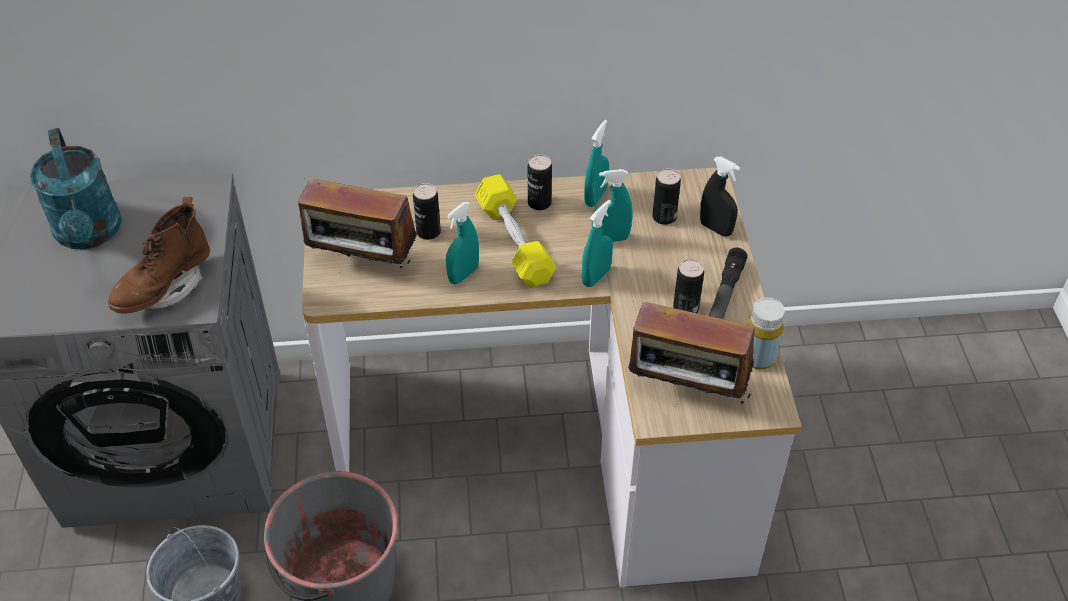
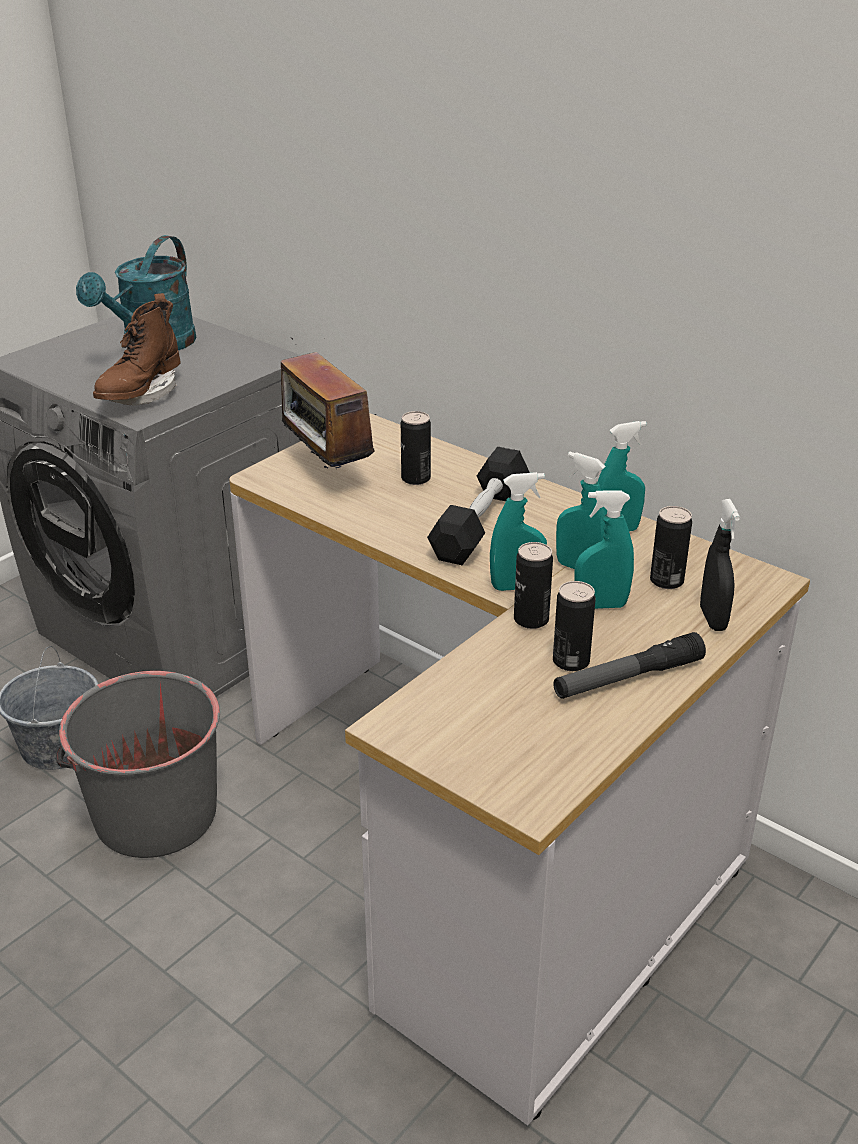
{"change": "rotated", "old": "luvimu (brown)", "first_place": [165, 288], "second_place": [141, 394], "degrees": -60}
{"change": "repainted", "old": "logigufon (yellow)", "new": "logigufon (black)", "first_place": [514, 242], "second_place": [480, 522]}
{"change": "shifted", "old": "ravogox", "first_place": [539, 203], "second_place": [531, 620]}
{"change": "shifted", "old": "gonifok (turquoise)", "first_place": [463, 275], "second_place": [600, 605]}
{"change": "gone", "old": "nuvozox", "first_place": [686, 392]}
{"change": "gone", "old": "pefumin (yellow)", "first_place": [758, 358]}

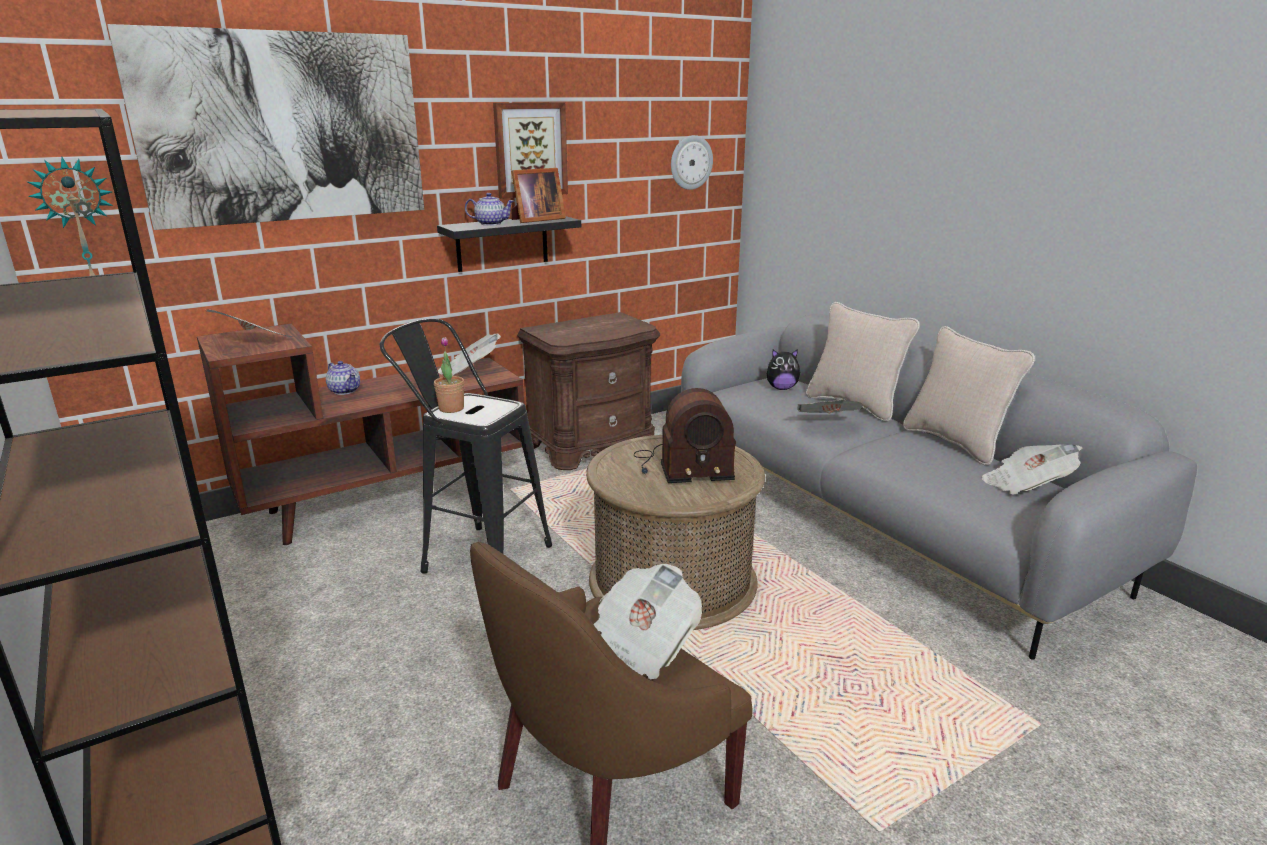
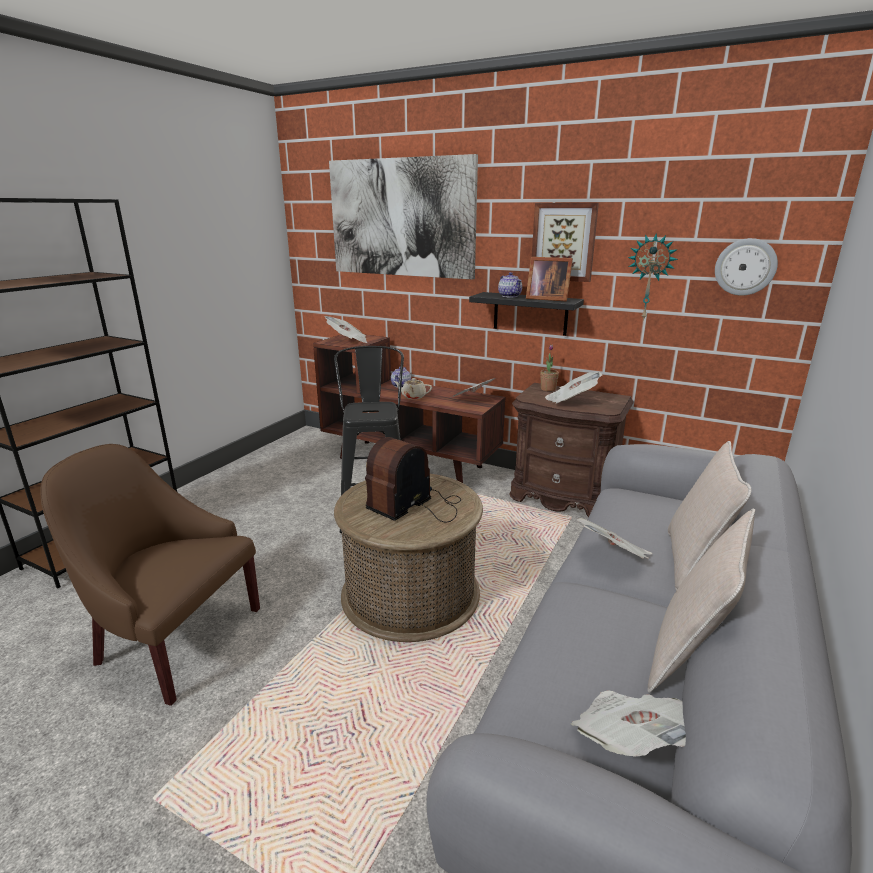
{"change": "rotated", "old": "nuvozox", "first_place": [682, 466], "second_place": [416, 505], "degrees": 75}
{"change": "new", "new": "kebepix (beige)", "second_place": [413, 396]}
{"change": "shifted", "old": "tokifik", "first_place": [451, 408], "second_place": [548, 389]}
{"change": "shifted", "old": "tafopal", "first_place": [640, 647], "second_place": [571, 401]}
{"change": "shifted", "old": "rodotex", "first_place": [78, 222], "second_place": [650, 277]}
{"change": "gone", "old": "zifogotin", "first_place": [781, 388]}

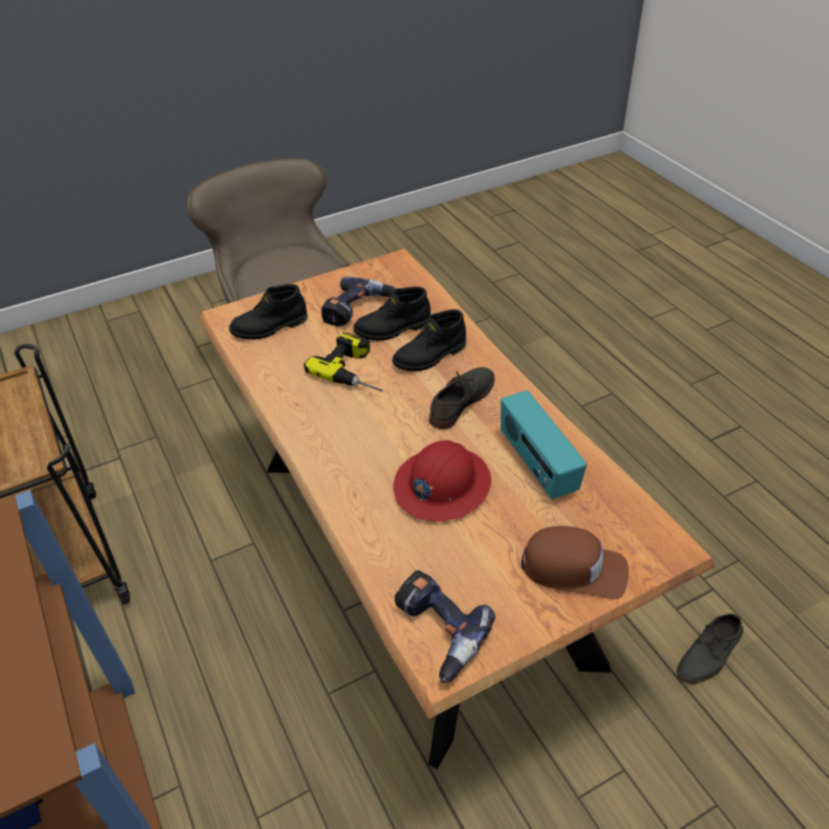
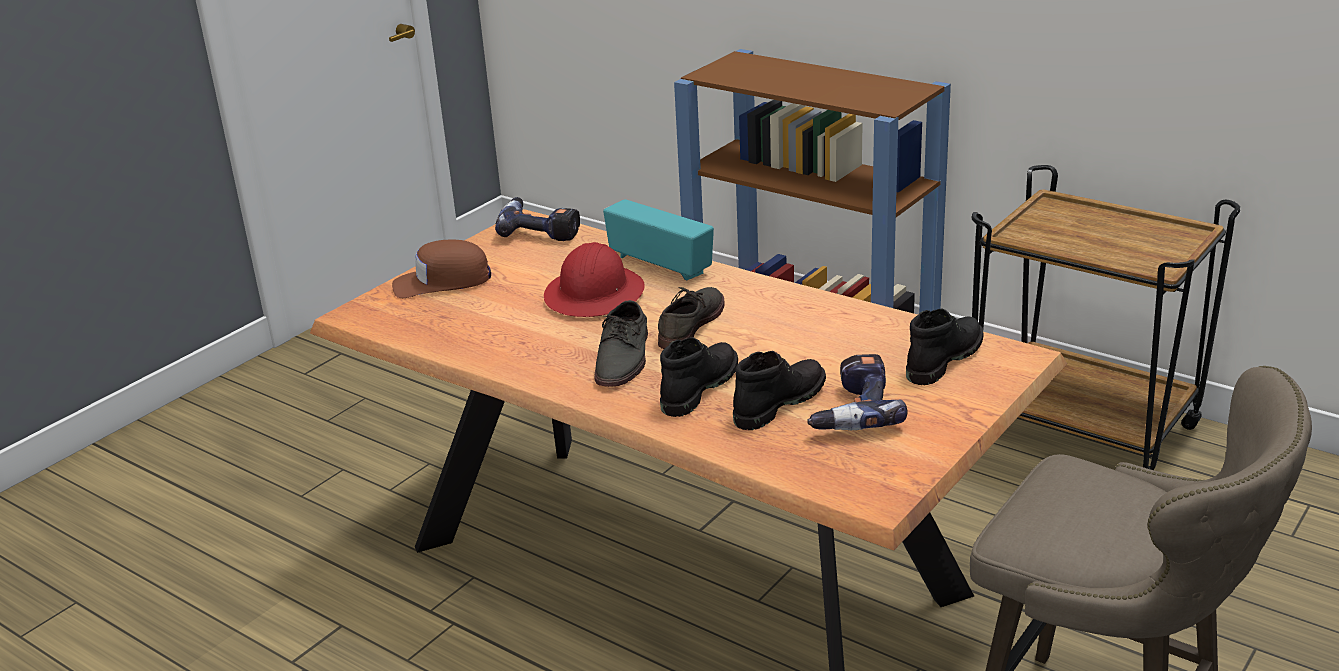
{"change": "shifted", "old": "nuvozox", "first_place": [536, 465], "second_place": [661, 264]}
{"change": "shifted", "old": "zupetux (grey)", "first_place": [710, 654], "second_place": [690, 324]}
{"change": "gone", "old": "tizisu", "first_place": [356, 370]}

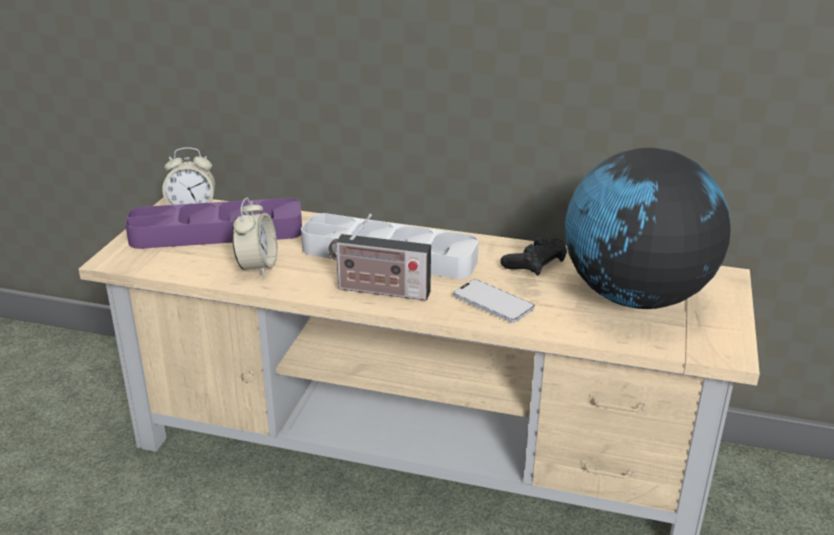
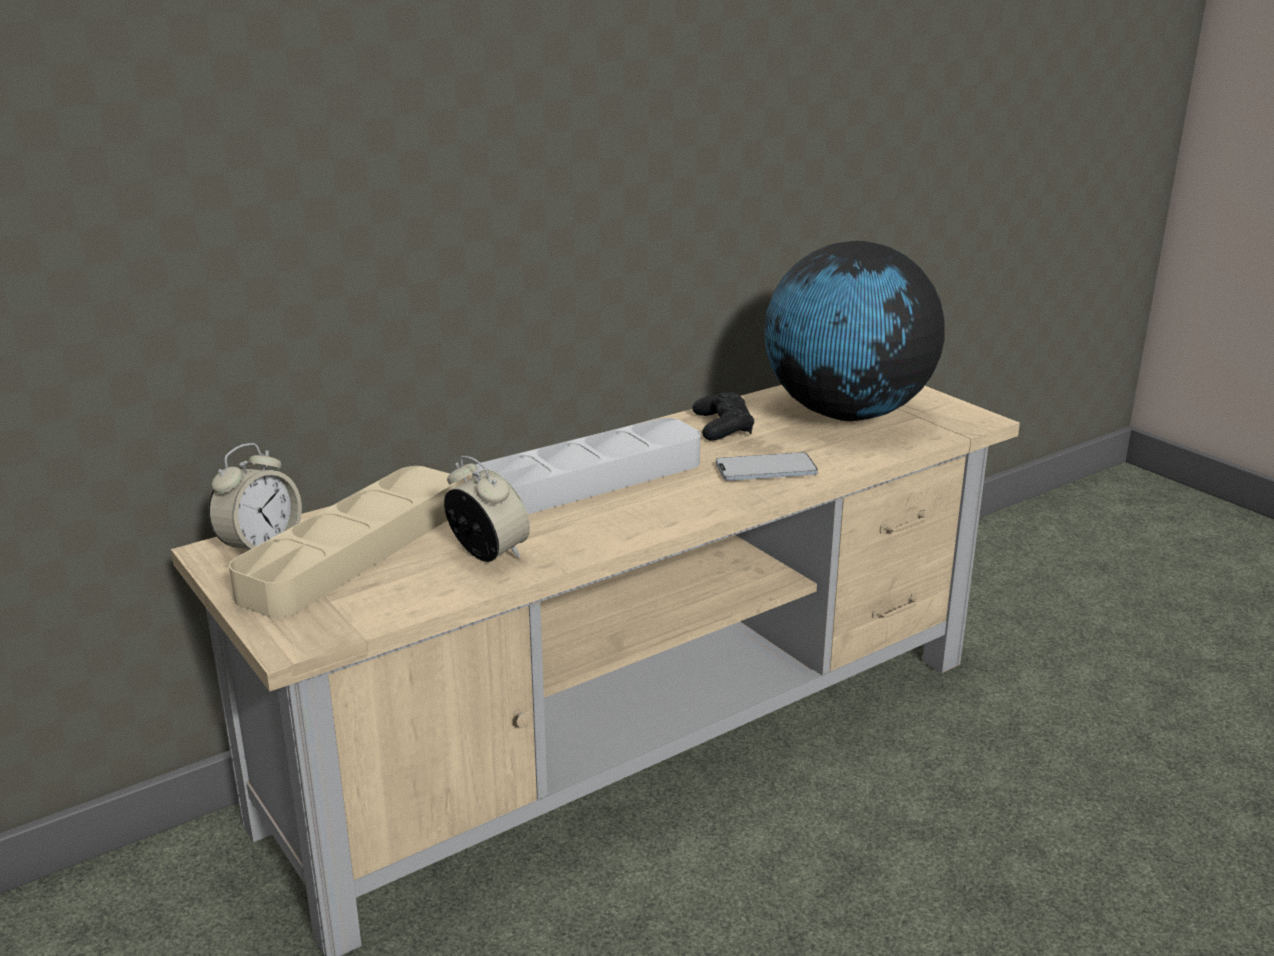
{"change": "repainted", "old": "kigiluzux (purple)", "new": "kigiluzux (beige)", "first_place": [217, 232], "second_place": [354, 551]}
{"change": "gone", "old": "nuvozox", "first_place": [378, 291]}

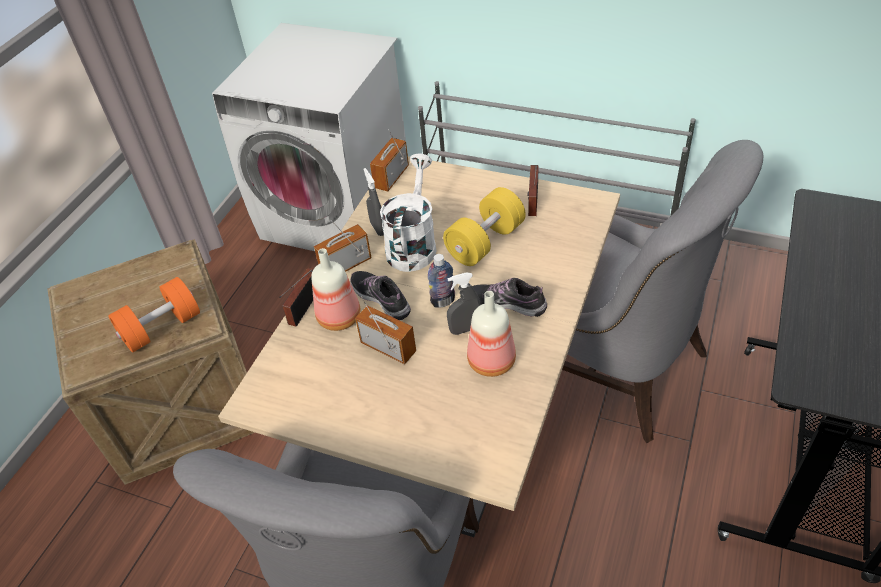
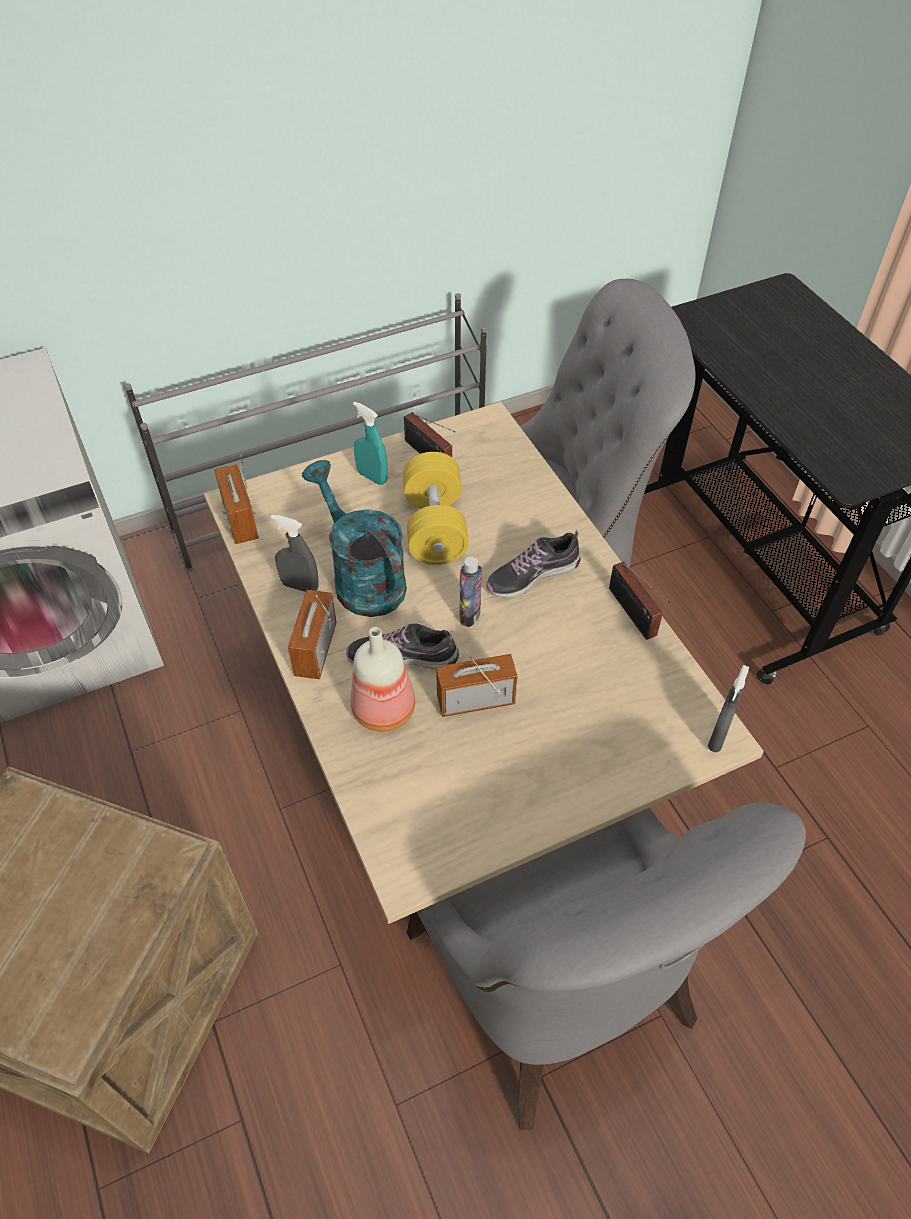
{"change": "repainted", "old": "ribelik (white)", "new": "ribelik (turquoise)", "first_place": [413, 244], "second_place": [362, 578]}
{"change": "new", "new": "gonifok (turquoise)", "second_place": [372, 477]}
{"change": "shifted", "old": "nuvozox", "first_place": [302, 308], "second_place": [633, 615]}
{"change": "shifted", "old": "gonifok (grey)", "first_place": [465, 329], "second_place": [718, 737]}
{"change": "gone", "old": "logigufon (orange)", "first_place": [162, 328]}
{"change": "gone", "old": "pefumin", "first_place": [492, 363]}

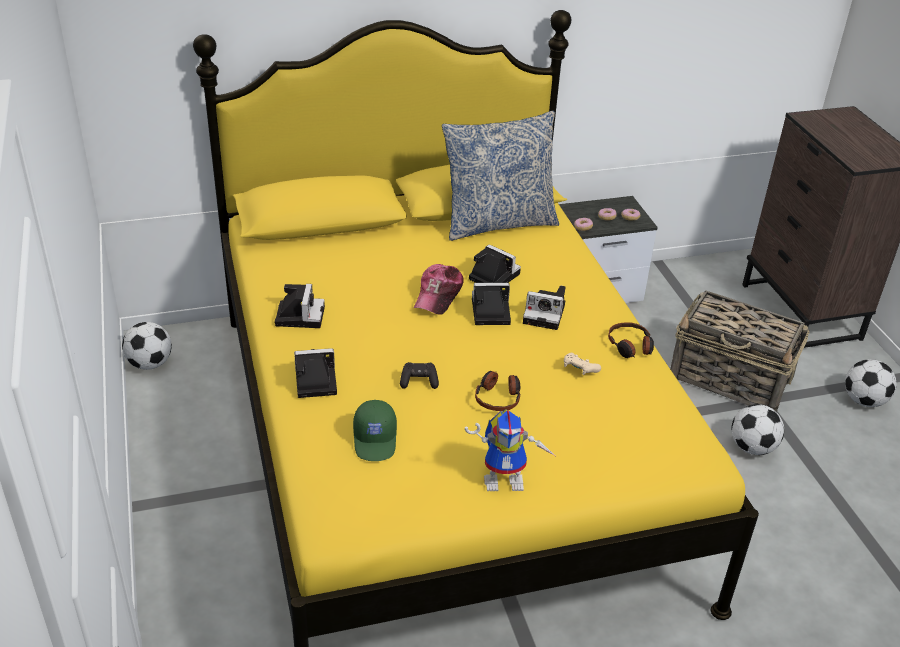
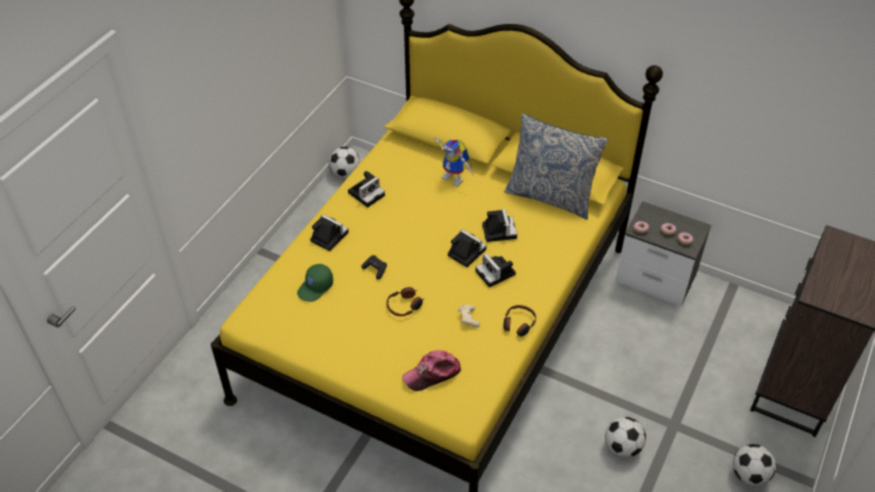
{"change": "shifted", "old": "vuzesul", "first_place": [438, 295], "second_place": [432, 374]}
{"change": "shifted", "old": "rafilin", "first_place": [506, 479], "second_place": [456, 178]}
{"change": "gone", "old": "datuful", "first_place": [731, 380]}

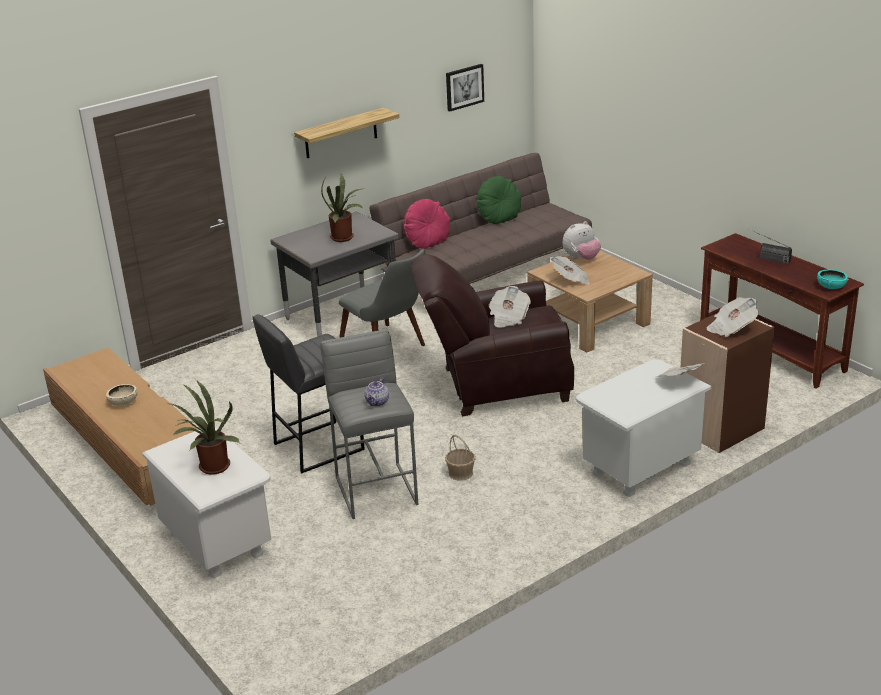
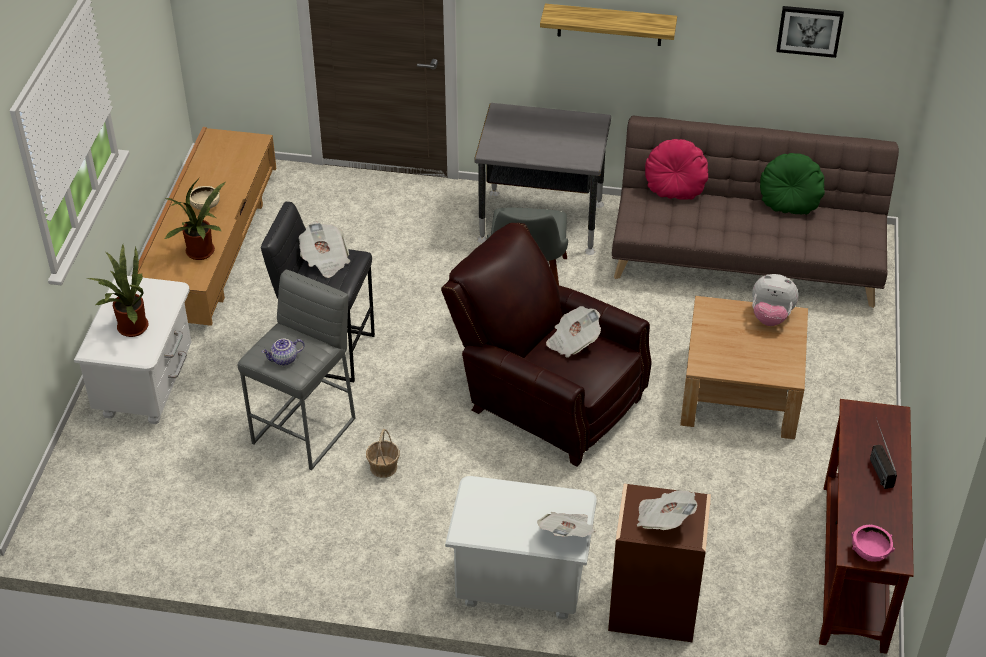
{"change": "shifted", "old": "tokifik", "first_place": [344, 238], "second_place": [202, 253]}
{"change": "shifted", "old": "tafopal", "first_place": [570, 280], "second_place": [325, 260]}
{"change": "repainted", "old": "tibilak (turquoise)", "new": "tibilak (pink)", "first_place": [831, 287], "second_place": [870, 551]}

